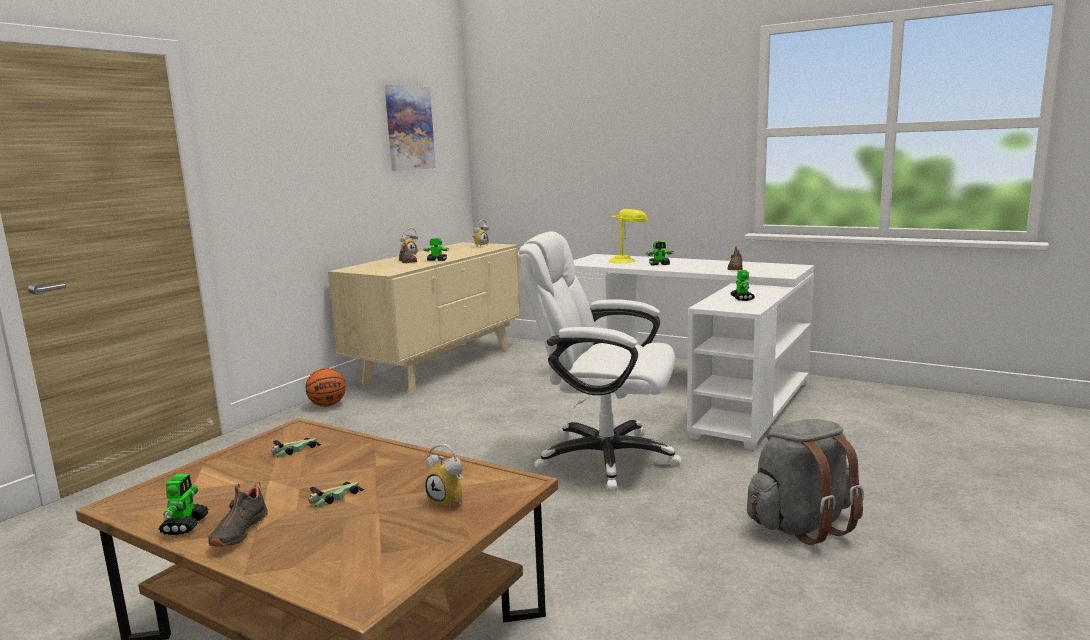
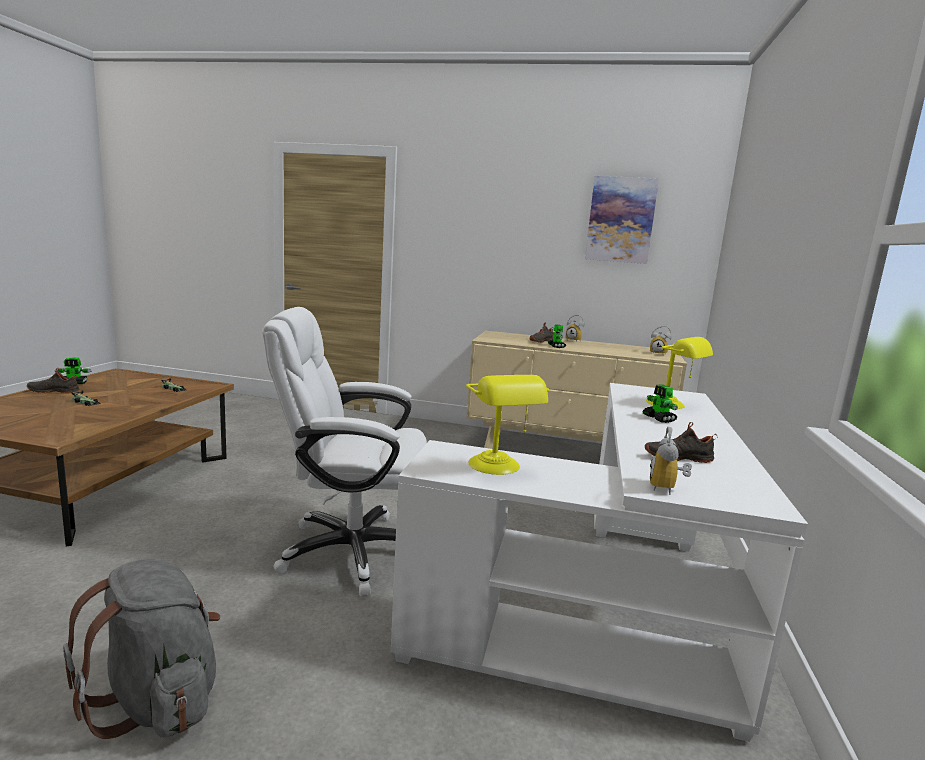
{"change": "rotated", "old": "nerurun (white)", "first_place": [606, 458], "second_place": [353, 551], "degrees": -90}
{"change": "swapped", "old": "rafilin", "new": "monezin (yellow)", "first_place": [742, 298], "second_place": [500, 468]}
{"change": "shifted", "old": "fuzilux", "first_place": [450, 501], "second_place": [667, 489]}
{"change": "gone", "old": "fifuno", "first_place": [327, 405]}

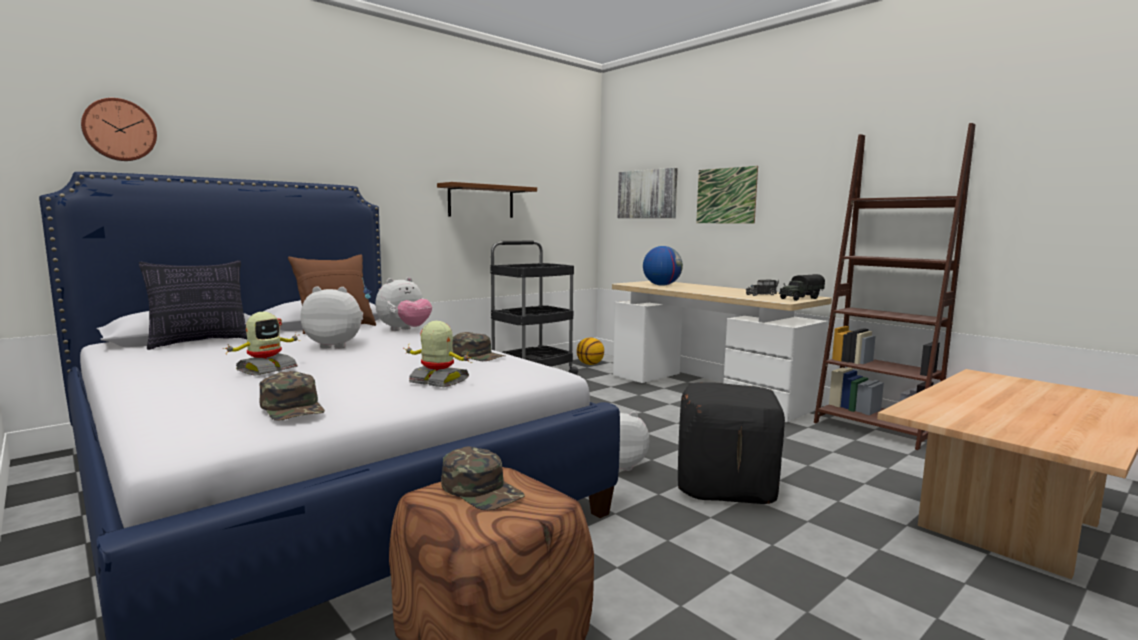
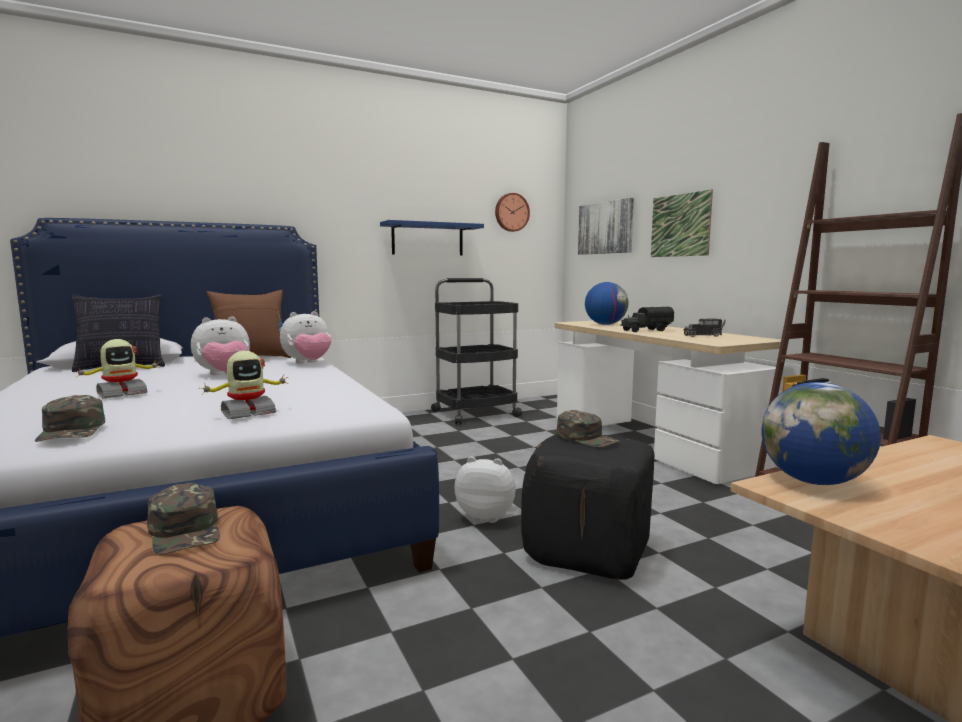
{"change": "rotated", "old": "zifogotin", "first_place": [336, 346], "second_place": [224, 375], "degrees": 135}
{"change": "rotated", "old": "rafilin", "first_place": [438, 381], "second_place": [248, 413], "degrees": 105}
{"change": "repainted", "old": "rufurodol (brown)", "new": "rufurodol (blue)", "first_place": [481, 201], "second_place": [427, 239]}
{"change": "shifted", "old": "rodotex", "first_place": [119, 130], "second_place": [511, 212]}
{"change": "shifted", "old": "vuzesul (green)", "first_place": [478, 355], "second_place": [587, 438]}
{"change": "shifted", "old": "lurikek", "first_place": [800, 298], "second_place": [645, 330]}
{"change": "new", "new": "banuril", "second_place": [814, 481]}
{"change": "gone", "old": "fifuno", "first_place": [590, 364]}

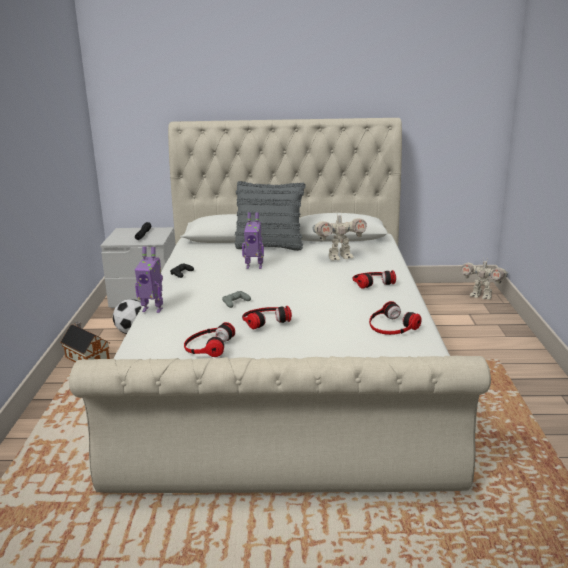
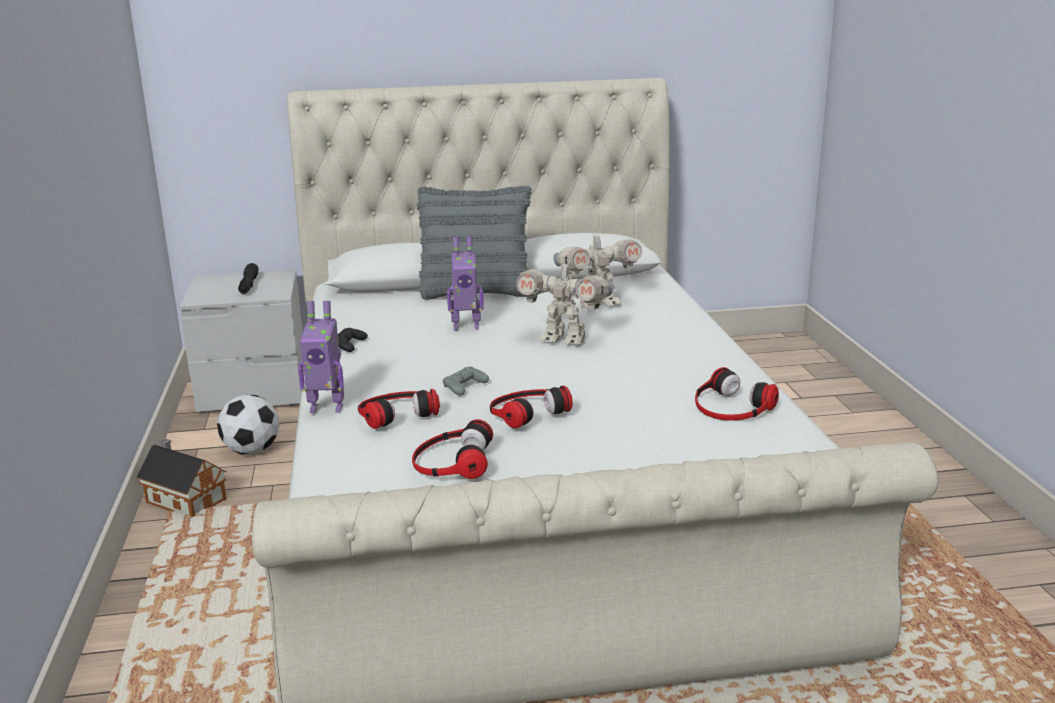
{"change": "shifted", "old": "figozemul", "first_place": [372, 282], "second_place": [396, 412]}
{"change": "shifted", "old": "rafilin", "first_place": [481, 296], "second_place": [564, 339]}

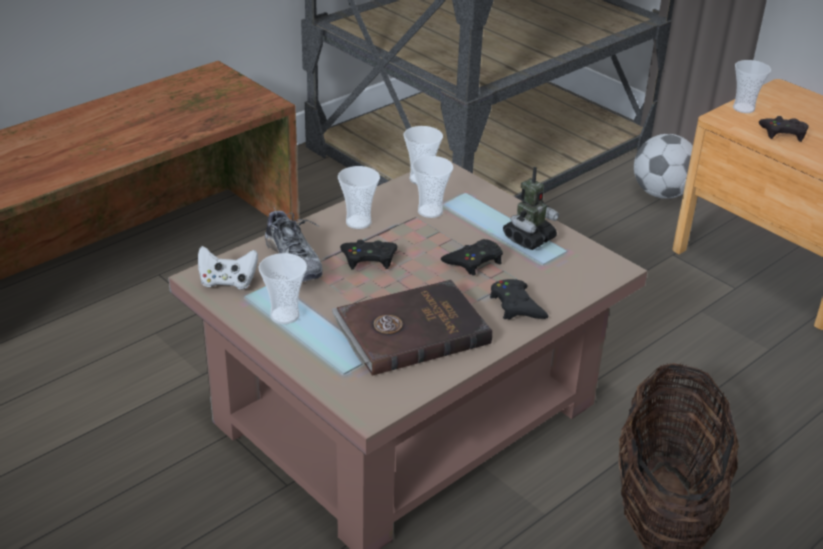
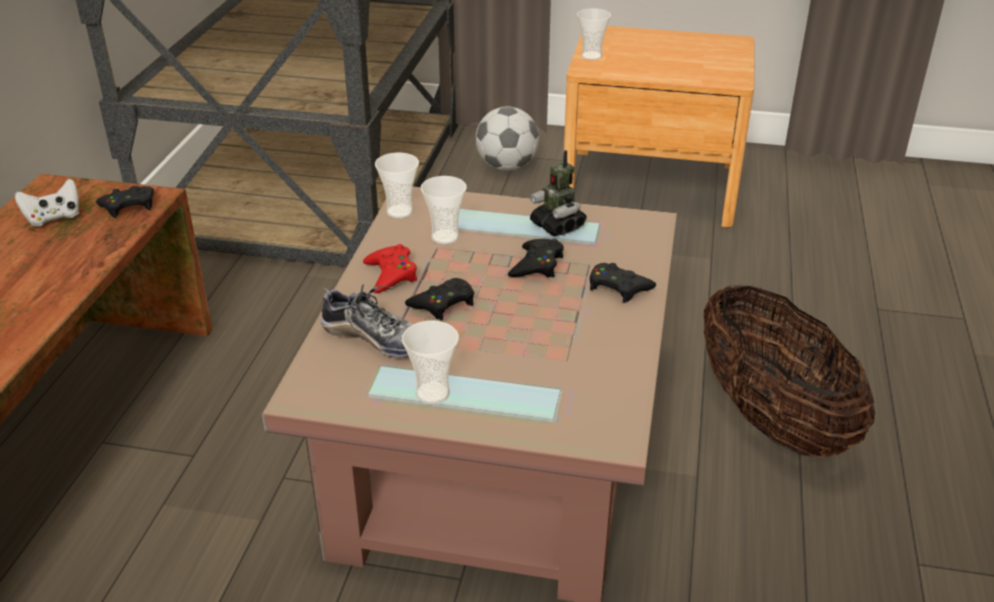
{"change": "shifted", "old": "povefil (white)", "first_place": [227, 282], "second_place": [54, 218]}
{"change": "shifted", "old": "povefil (black)", "first_place": [783, 133], "second_place": [129, 206]}
{"change": "swapped", "old": "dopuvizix", "new": "povefil (red)", "first_place": [358, 222], "second_place": [391, 274]}
{"change": "rotated", "old": "rafilin", "first_place": [528, 239], "second_place": [557, 226], "degrees": 135}
{"change": "gone", "old": "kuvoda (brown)", "first_place": [410, 331]}

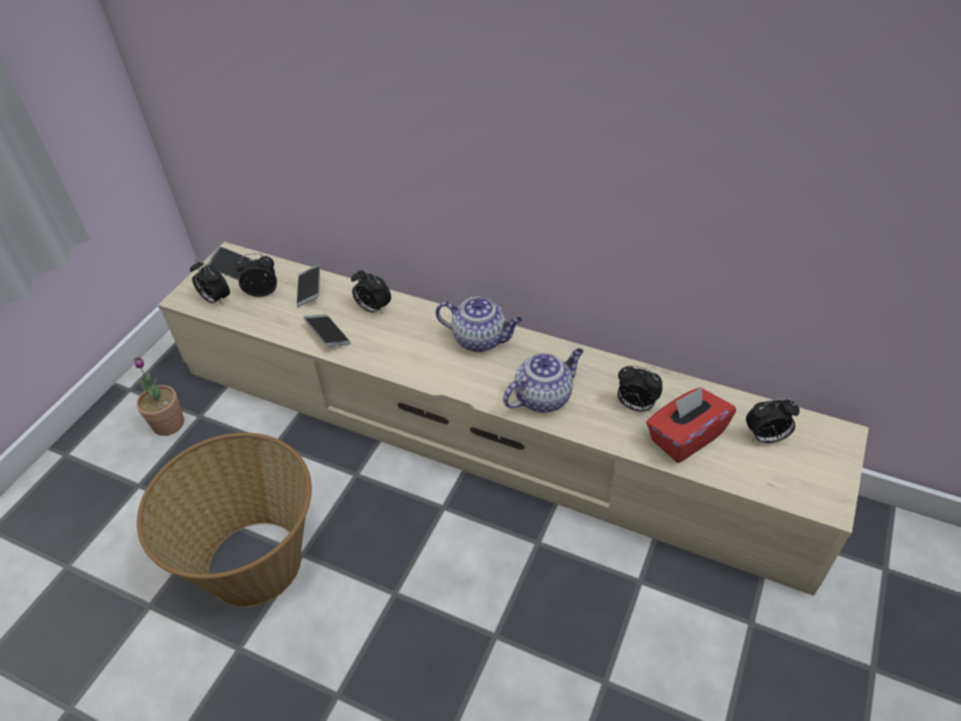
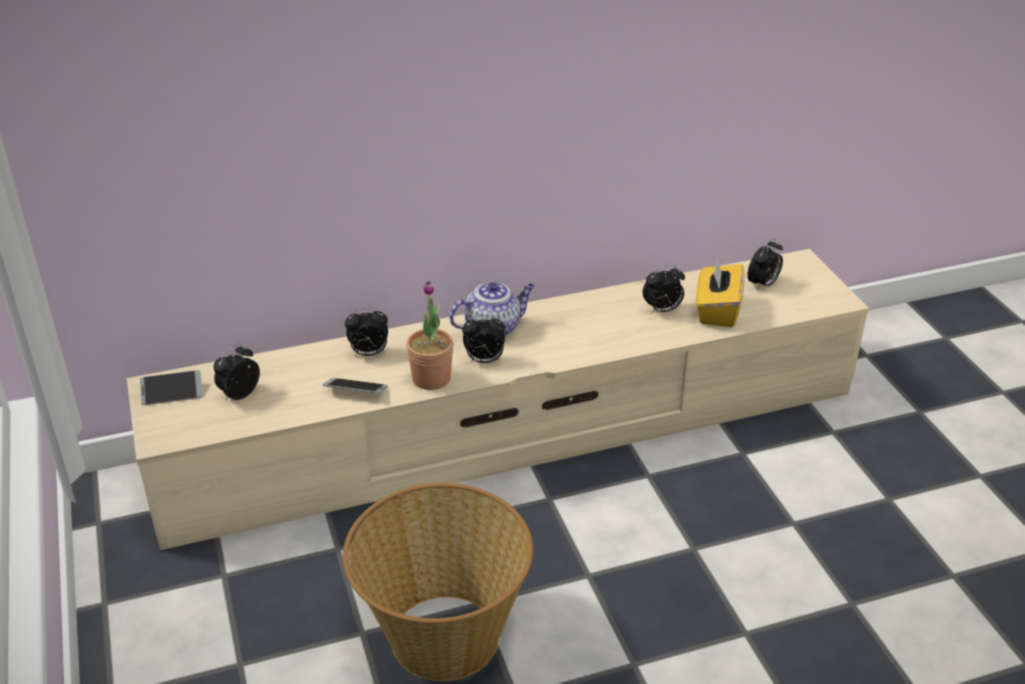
{"change": "shifted", "old": "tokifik", "first_place": [168, 424], "second_place": [431, 378]}
{"change": "shifted", "old": "fuzilux", "first_place": [215, 299], "second_place": [484, 360]}
{"change": "repainted", "old": "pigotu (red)", "new": "pigotu (yellow)", "first_place": [685, 437], "second_place": [717, 311]}
{"change": "gone", "old": "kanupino", "first_place": [309, 289]}
{"change": "gone", "old": "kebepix", "first_place": [543, 397]}

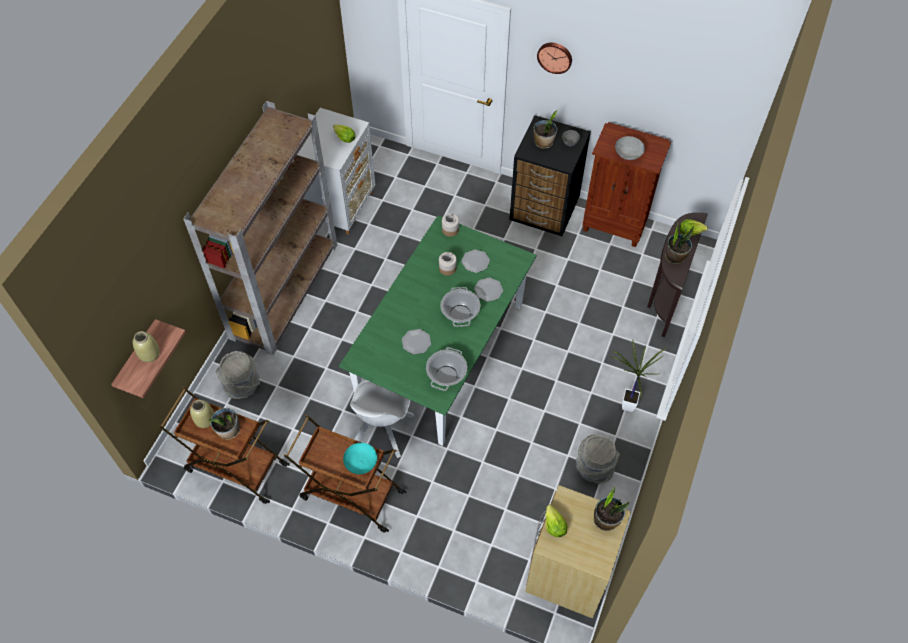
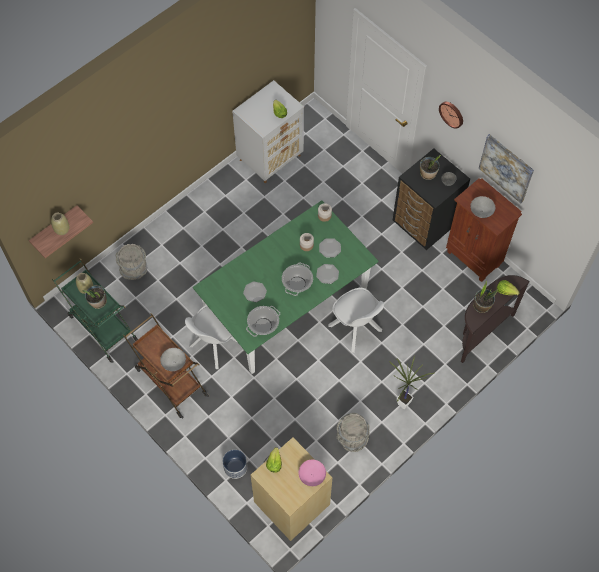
{"change": "repainted", "old": "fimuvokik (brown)", "new": "fimuvokik (green)", "first_place": [236, 467], "second_place": [102, 328]}
{"change": "repainted", "old": "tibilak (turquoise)", "new": "tibilak (grey)", "first_place": [360, 463], "second_place": [173, 362]}
{"change": "new", "new": "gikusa", "second_place": [235, 467]}
{"change": "swapped", "old": "tokifik", "new": "tibilak (pink)", "first_place": [606, 520], "second_place": [312, 475]}
{"change": "new", "new": "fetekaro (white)", "second_place": [355, 329]}
{"change": "new", "new": "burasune", "second_place": [506, 168]}
{"change": "gone", "old": "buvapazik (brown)", "first_place": [285, 290]}

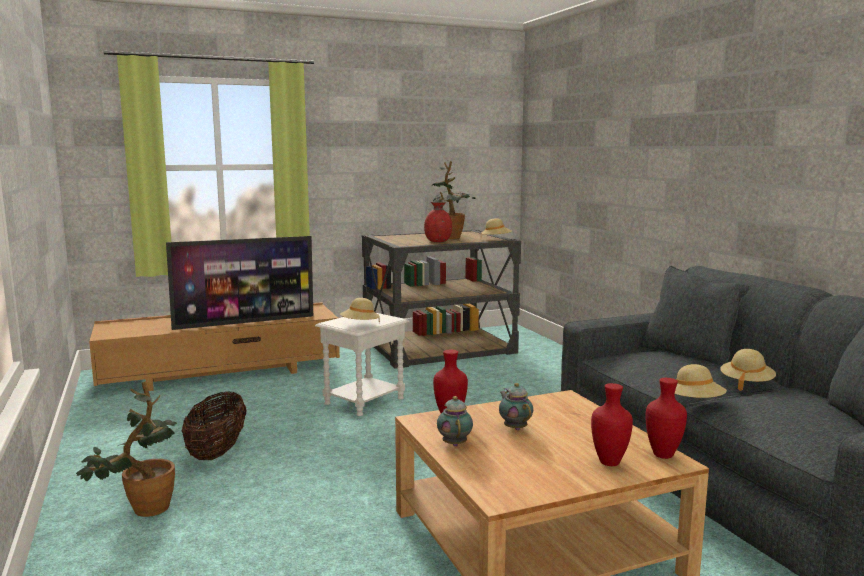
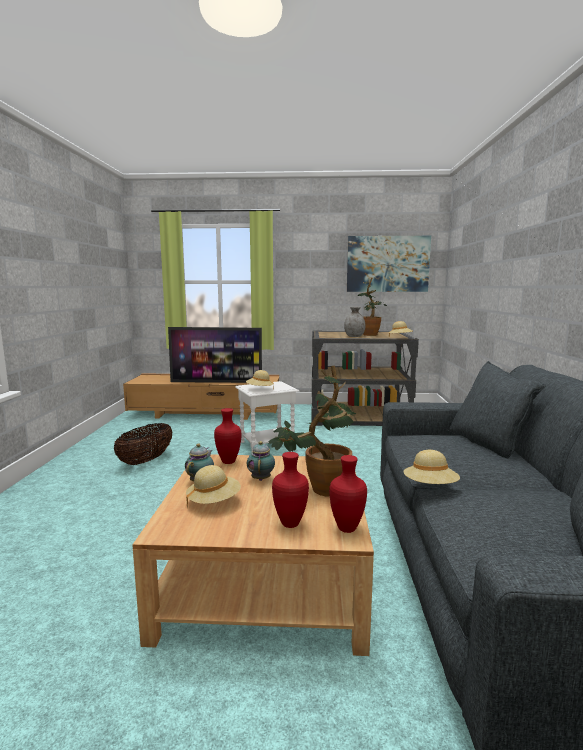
{"change": "shifted", "old": "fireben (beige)", "first_place": [746, 383], "second_place": [214, 501]}
{"change": "shifted", "old": "tokifik", "first_place": [142, 511], "second_place": [320, 490]}
{"change": "repainted", "old": "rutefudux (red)", "new": "rutefudux (grey)", "first_place": [438, 241], "second_place": [354, 336]}
{"change": "new", "new": "burasune", "second_place": [387, 264]}

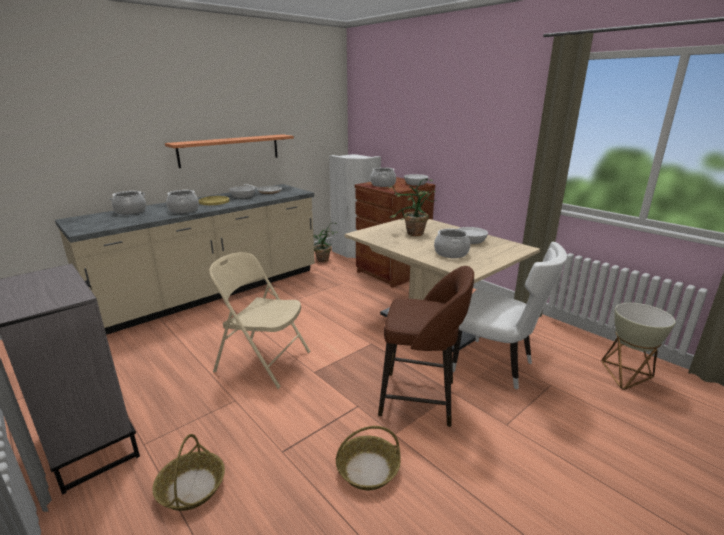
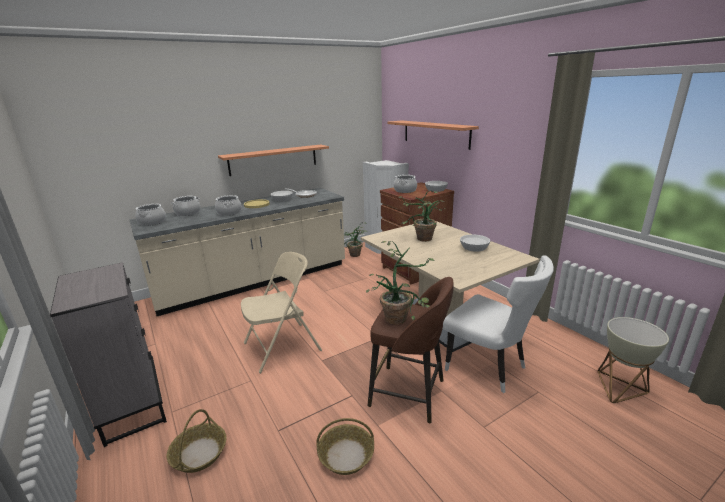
{"change": "shifted", "old": "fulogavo", "first_place": [451, 253], "second_place": [152, 222]}
{"change": "rotated", "old": "fetekaro (beige)", "first_place": [263, 361], "second_place": [282, 347], "degrees": 120}
{"change": "new", "new": "tokifik", "second_place": [400, 317]}
{"change": "new", "new": "rufurodol", "second_place": [435, 134]}

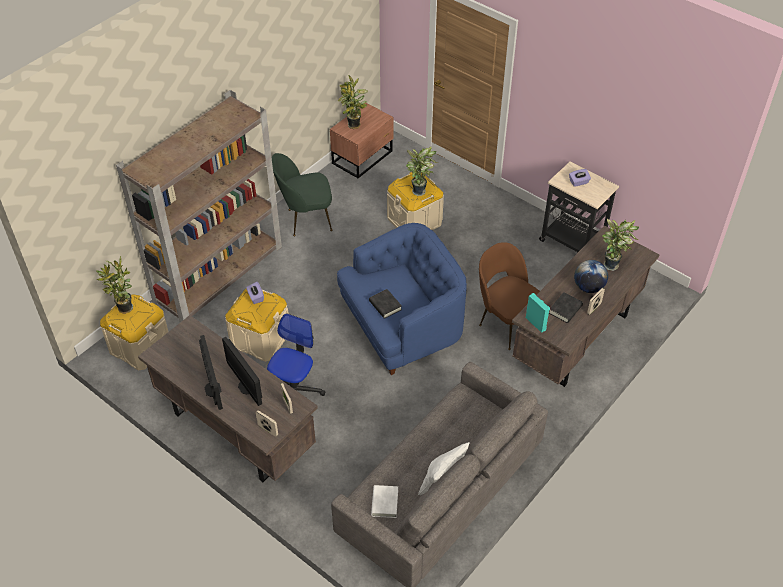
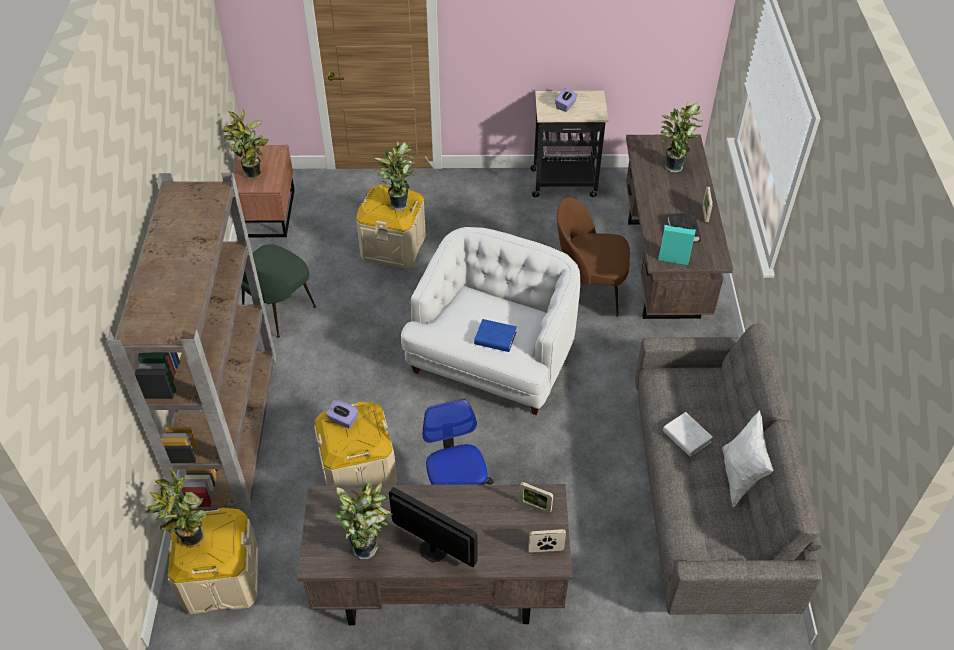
{"change": "new", "new": "tokifik", "second_place": [367, 546]}
{"change": "repainted", "old": "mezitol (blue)", "new": "mezitol (white)", "first_place": [402, 325], "second_place": [493, 358]}
{"change": "repainted", "old": "kuvoda (black)", "new": "kuvoda (blue)", "first_place": [385, 306], "second_place": [495, 338]}
{"change": "shifted", "old": "kuvoda (white)", "first_place": [384, 503], "second_place": [686, 437]}
{"change": "gone", "old": "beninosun", "first_place": [246, 387]}
{"change": "gone", "old": "banuril", "first_place": [588, 287]}

